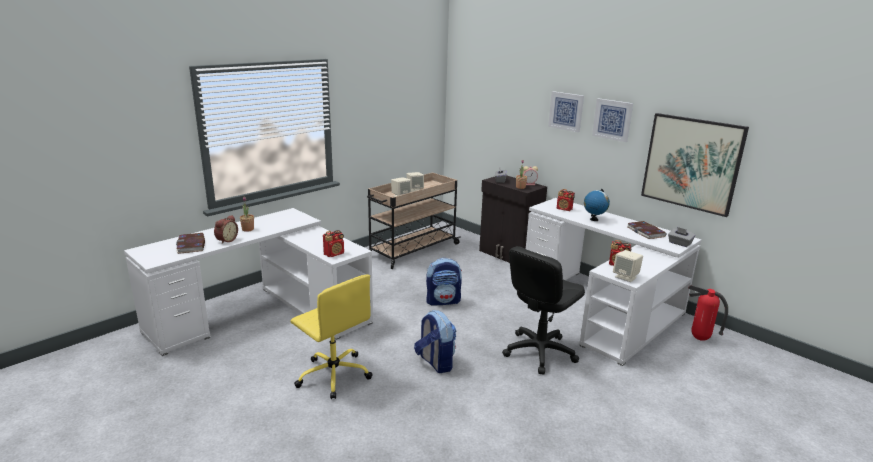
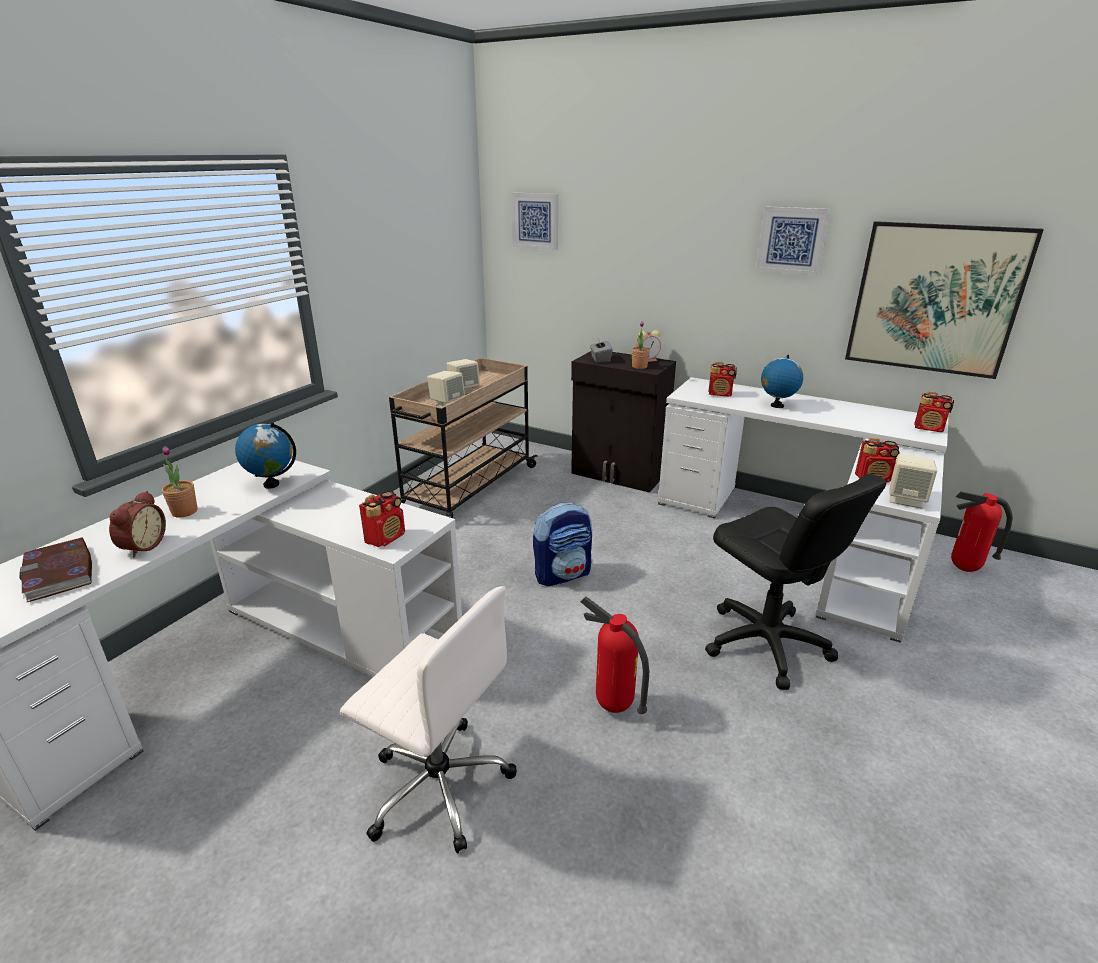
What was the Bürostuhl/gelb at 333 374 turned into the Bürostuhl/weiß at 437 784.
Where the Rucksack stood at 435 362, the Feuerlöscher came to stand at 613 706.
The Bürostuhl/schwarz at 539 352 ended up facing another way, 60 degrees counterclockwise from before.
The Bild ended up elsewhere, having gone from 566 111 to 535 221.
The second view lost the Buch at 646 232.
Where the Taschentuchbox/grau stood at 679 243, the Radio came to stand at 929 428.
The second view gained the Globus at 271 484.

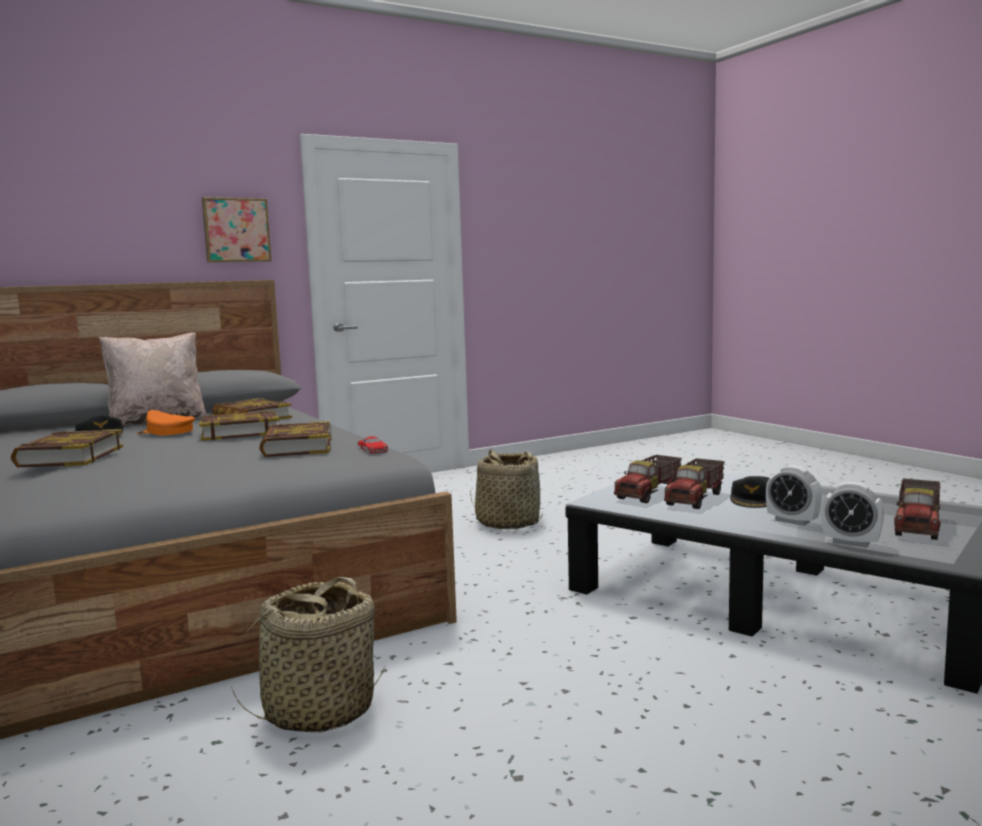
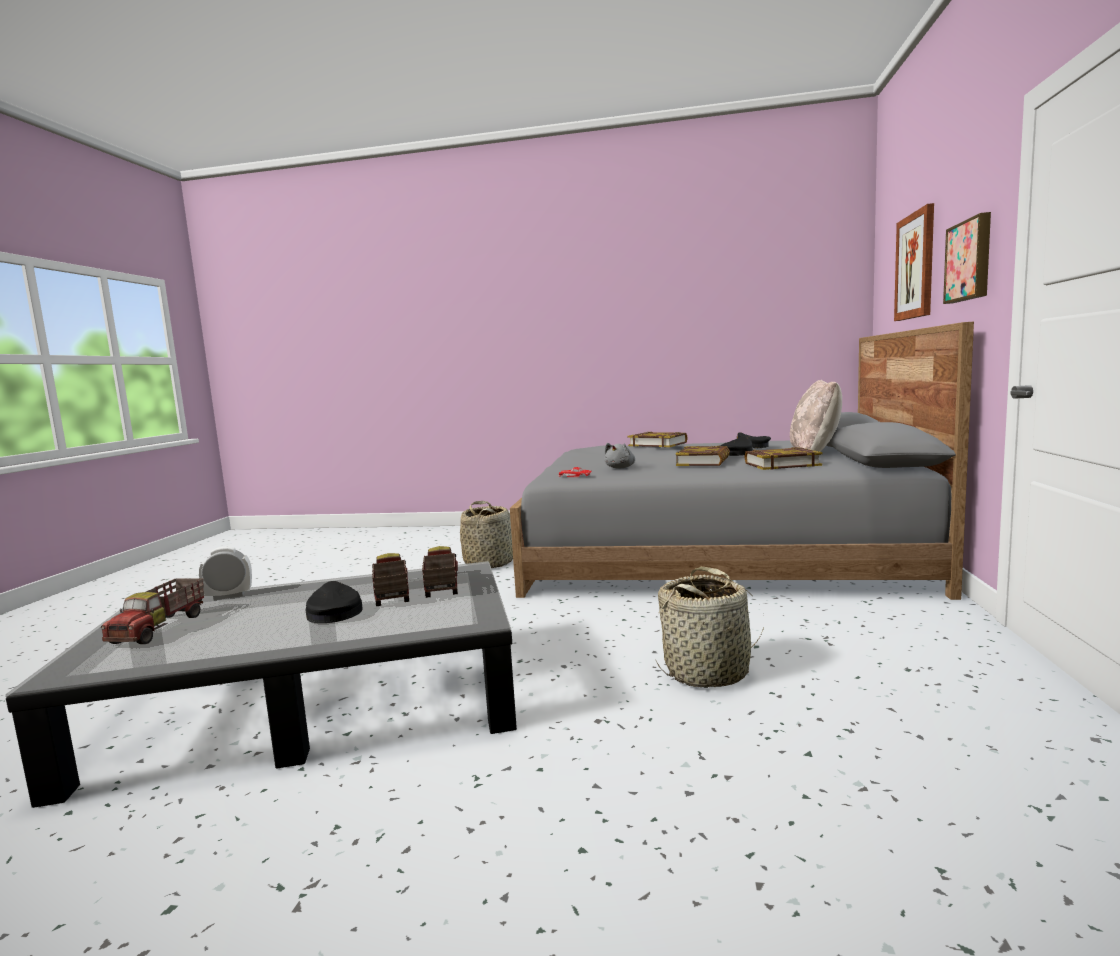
What was the Kappe/orange at 166 432 turned into the Kappe/schwarz at 737 453.
Where the Buch stood at 297 447, the Plüschtier/grau came to stand at 620 468.
The second view lost the Wecker at 792 521.
The Spielzeuglaster at 918 527 ended up facing another way, 150 degrees counterclockwise from before.
The second view gained the Bild at 915 266.

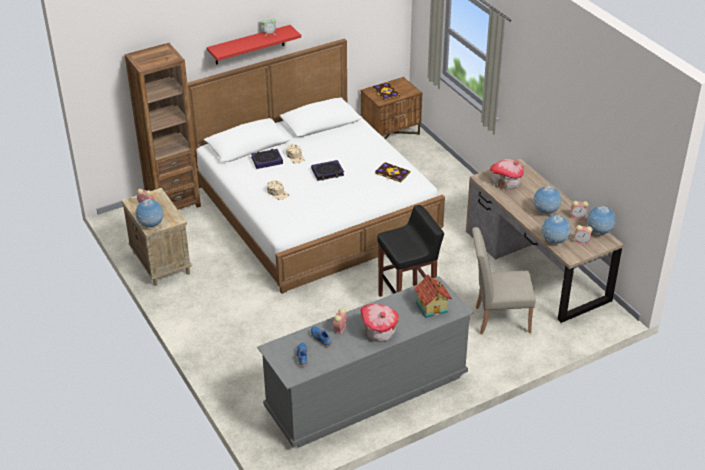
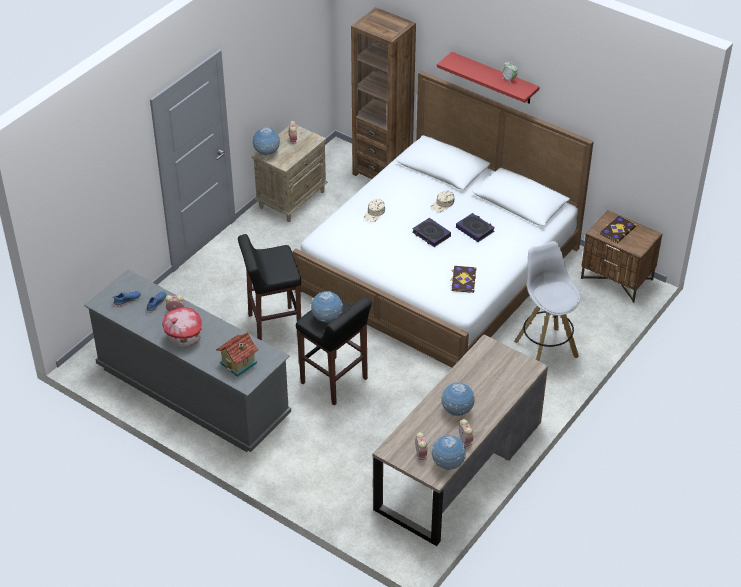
The Buch ended up elsewhere, having gone from 267 160 to 475 229.
The second view lost the Stuhl/beige at 497 319.
The second view lost the Spielzeughaus at 506 183.
The Globus ended up elsewhere, having gone from 554 241 to 327 319.
The second view gained the Hocker/schwarz at 273 327.
The second view gained the Hocker/weiß at 545 348.

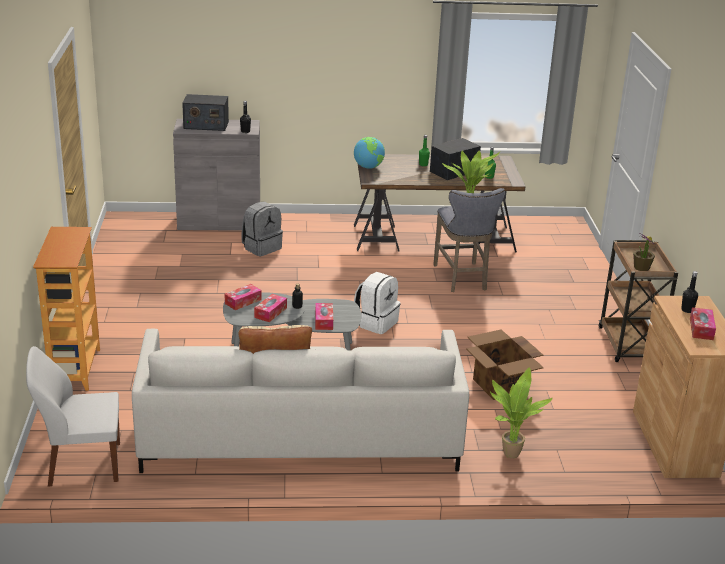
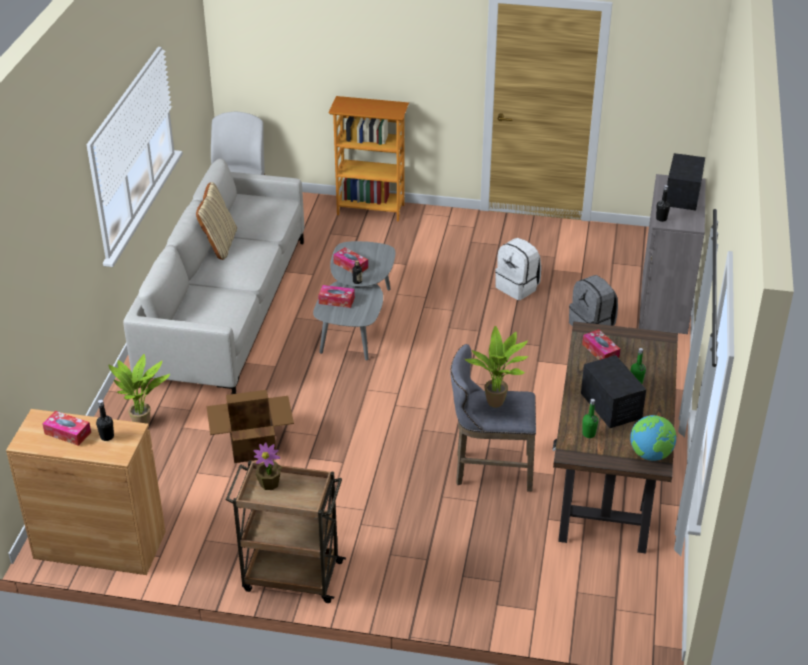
The Taschentuchbox ended up elsewhere, having gone from 243 301 to 600 351.
The Globus ended up elsewhere, having gone from 368 167 to 651 455.
The Rucksack/weiß ended up elsewhere, having gone from 376 323 to 518 287.

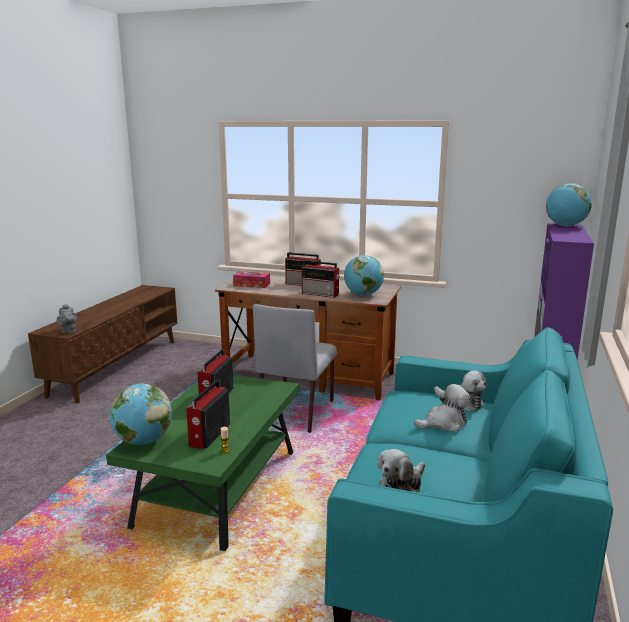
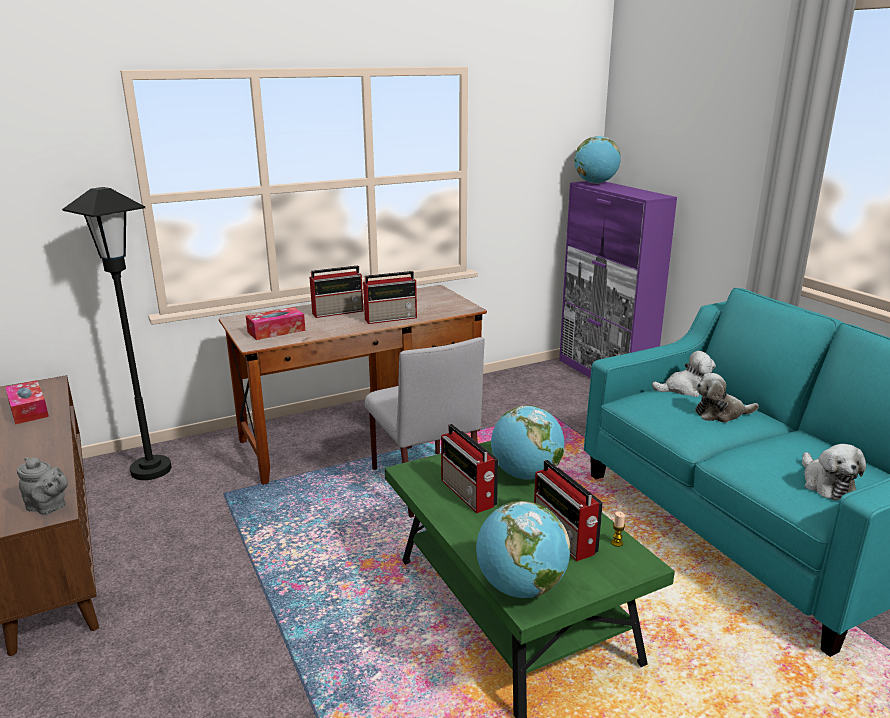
The Globus ended up elsewhere, having gone from 363 295 to 526 475.
The Plüschtier at 444 423 ended up facing another way, 120 degrees counterclockwise from before.
The second view gained the Taschentuchbox at 28 410.
The second view gained the Stehlampe/schwarz at 151 470.

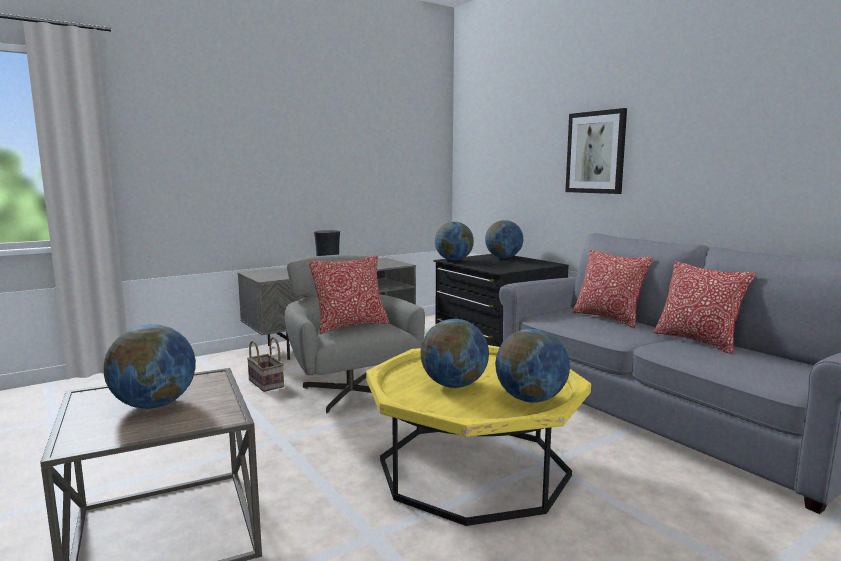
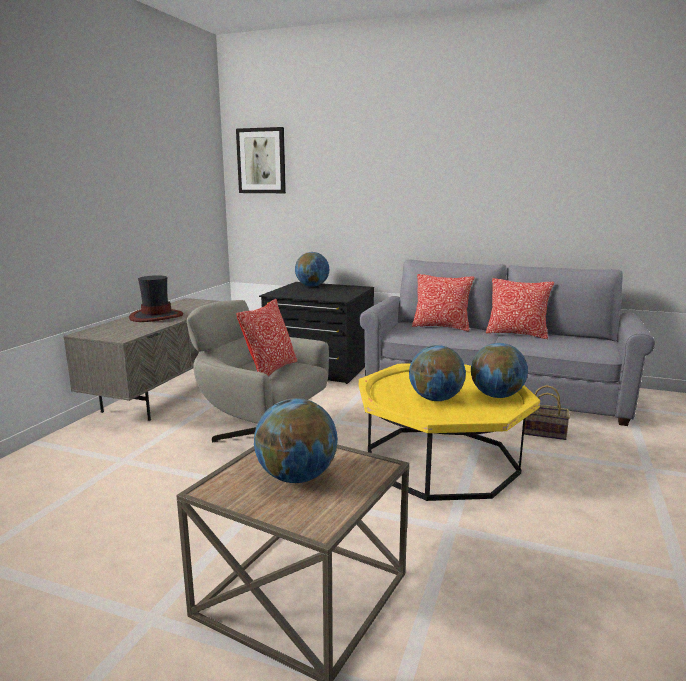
The Korb ended up elsewhere, having gone from 267 383 to 545 432.
The second view lost the Globus at 453 260.
The Bild ended up elsewhere, having gone from 596 152 to 261 161.

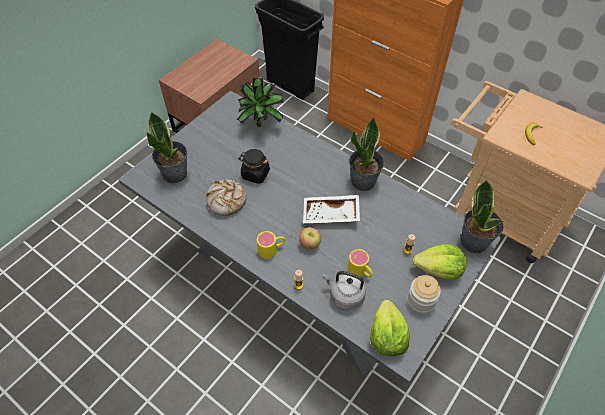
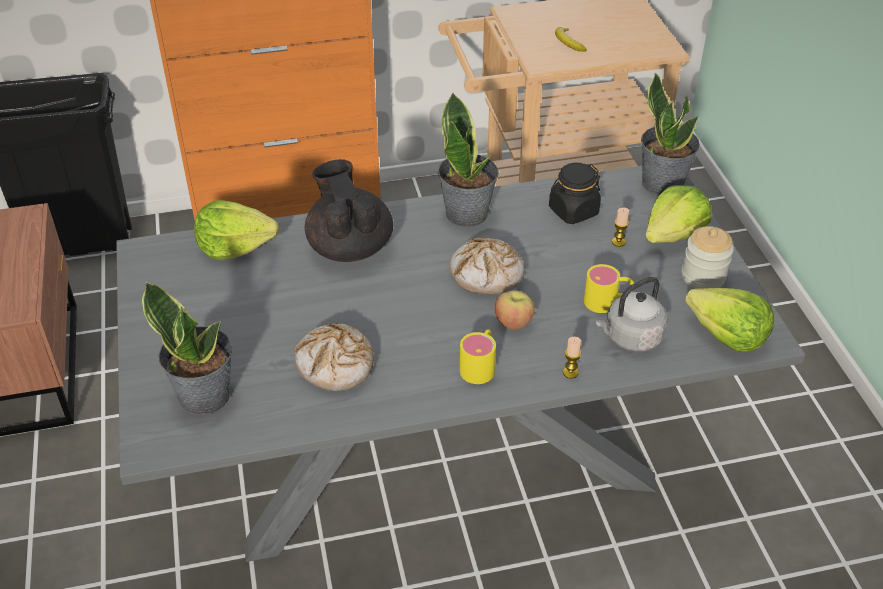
Where the Topfpflanze stood at 262 124, the Salatkopf came to stand at 235 246.
The Vorratsglas/schwarz ended up elsewhere, having gone from 255 174 to 573 211.
Where the Tablett/weiß stood at 330 215, the Brot came to stand at 487 274.
The second view gained the Teekanne/schwarz at 349 246.

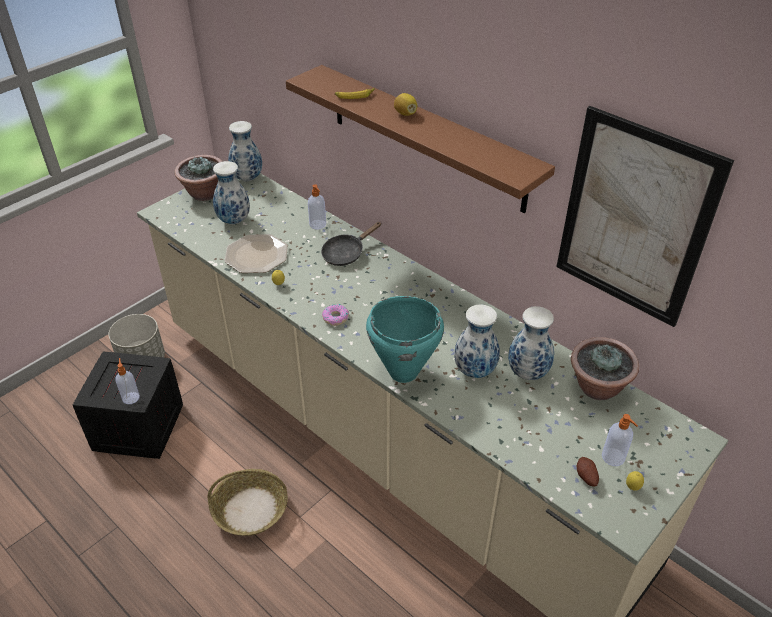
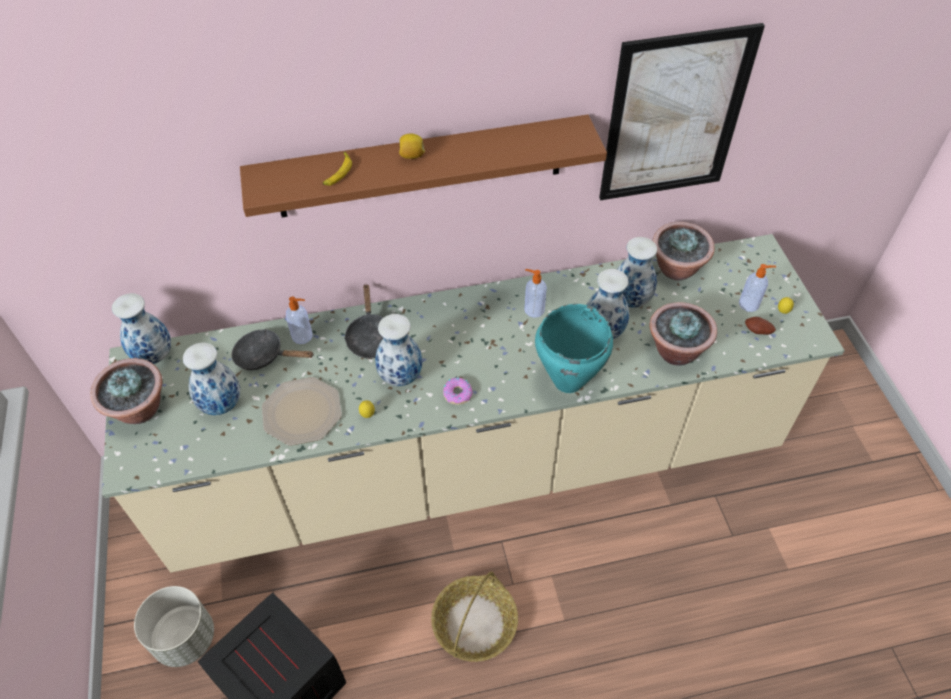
The Seifenspender ended up elsewhere, having gone from 131 397 to 533 309.
The second view gained the Pfanne/schwarz at 264 356.
The second view gained the Vase at 401 377.
The second view gained the Topfpflanze at 675 351.

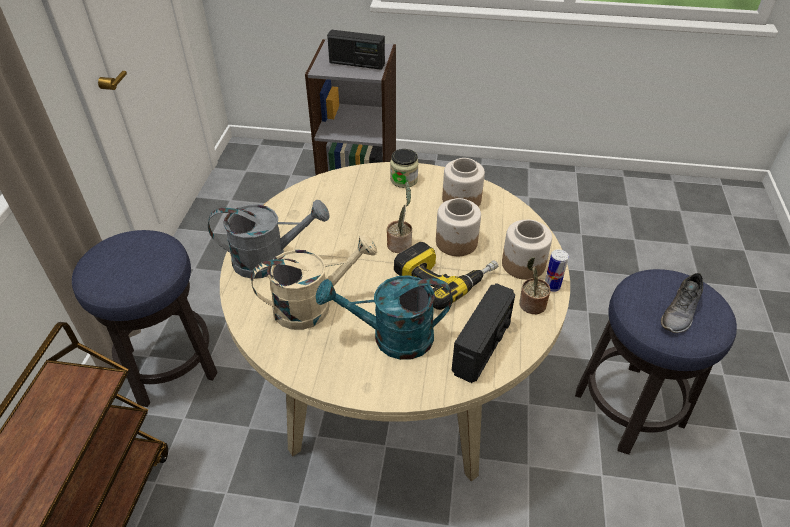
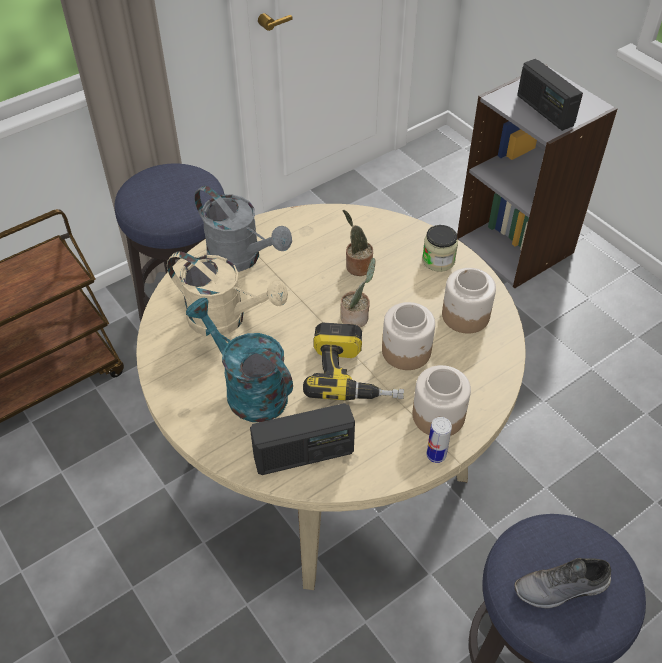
The Topfpflanze ended up elsewhere, having gone from 531 305 to 357 266.

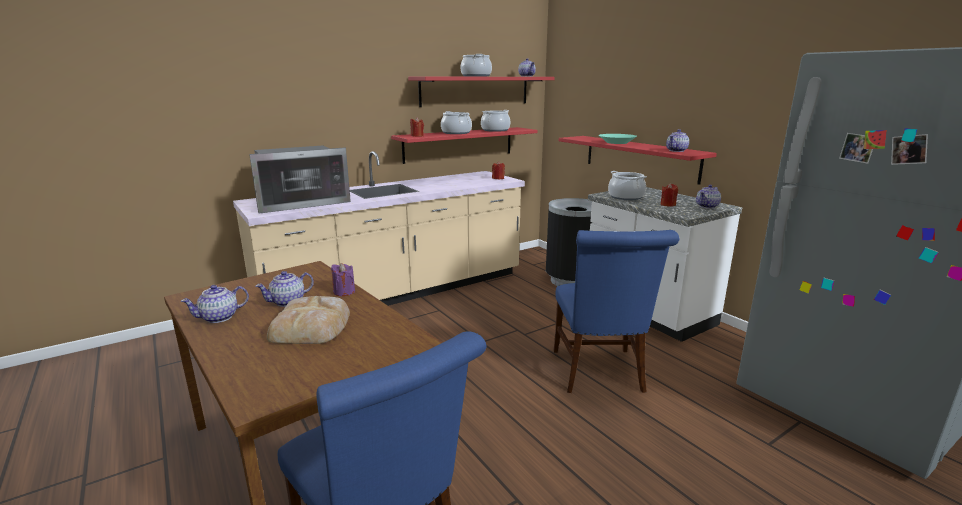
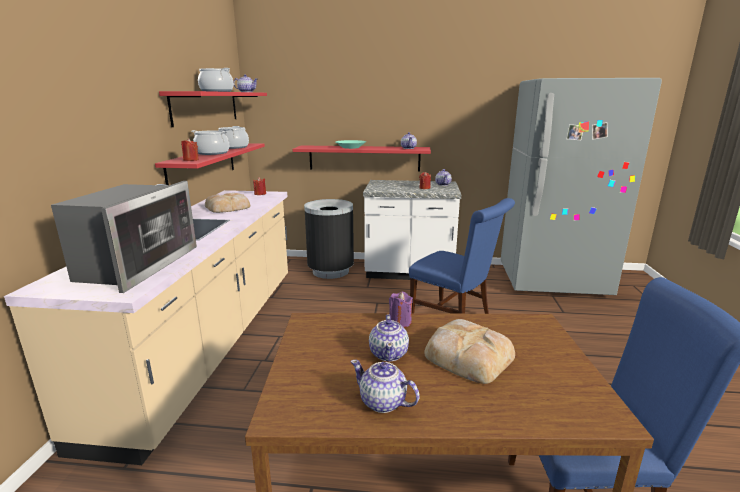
The Teekanne at 220 317 ended up facing another way, 120 degrees clockwise from before.
The second view lost the Kochtopf at 626 197.
The second view gained the Brot at 229 207.

